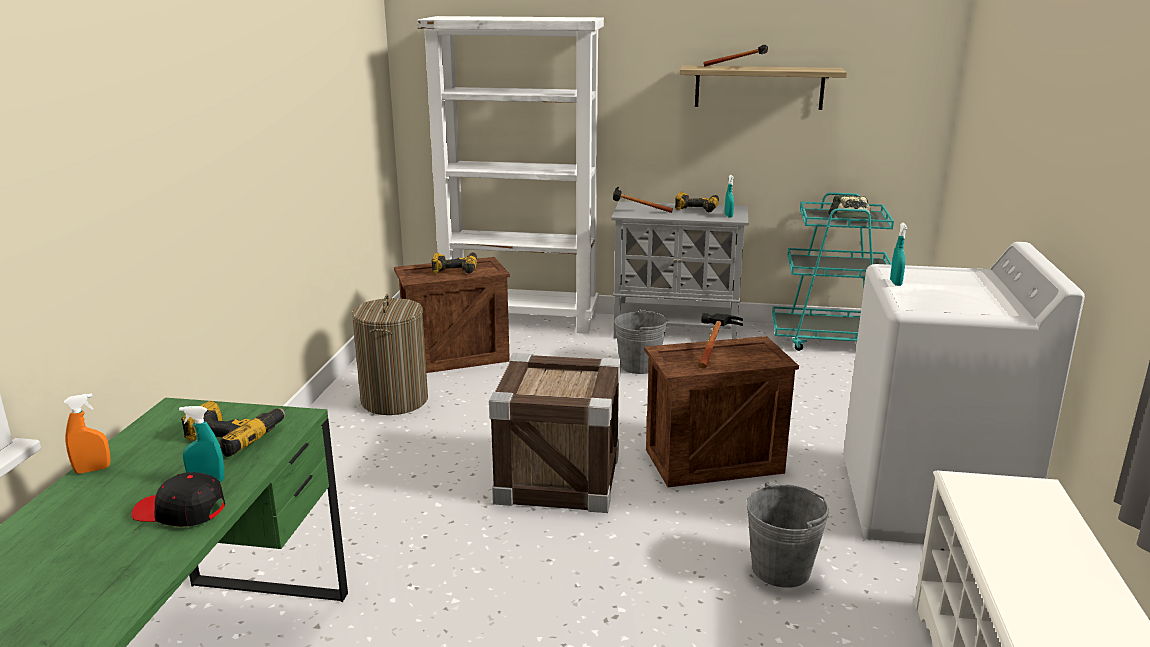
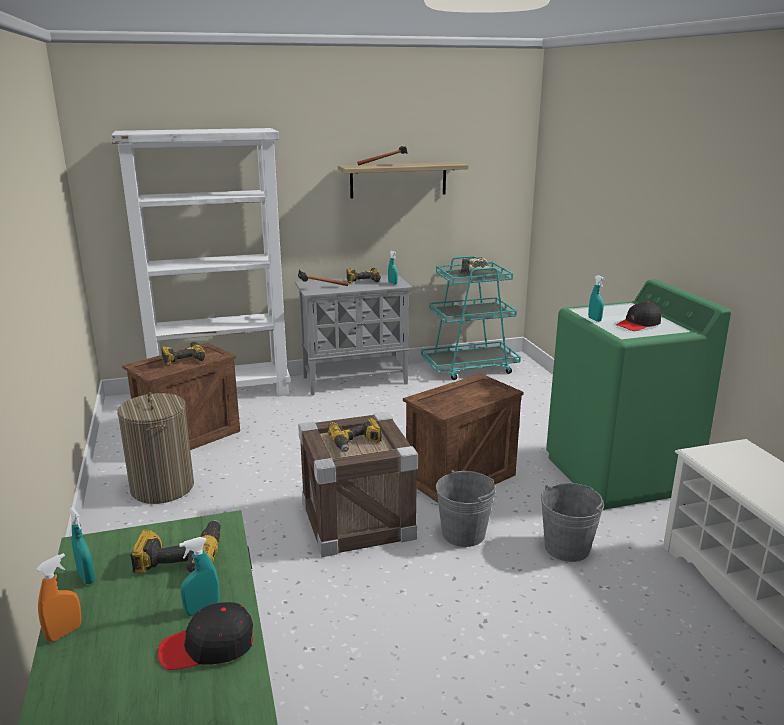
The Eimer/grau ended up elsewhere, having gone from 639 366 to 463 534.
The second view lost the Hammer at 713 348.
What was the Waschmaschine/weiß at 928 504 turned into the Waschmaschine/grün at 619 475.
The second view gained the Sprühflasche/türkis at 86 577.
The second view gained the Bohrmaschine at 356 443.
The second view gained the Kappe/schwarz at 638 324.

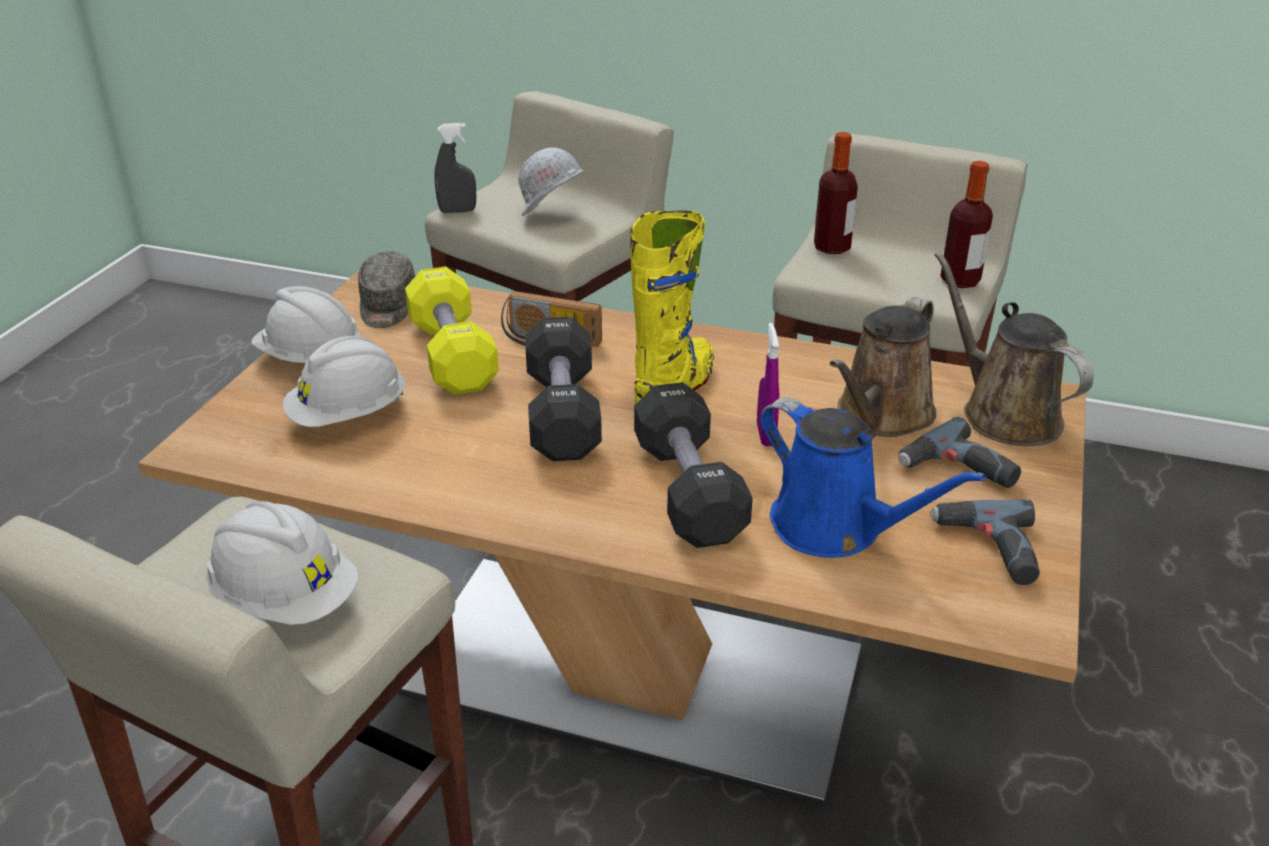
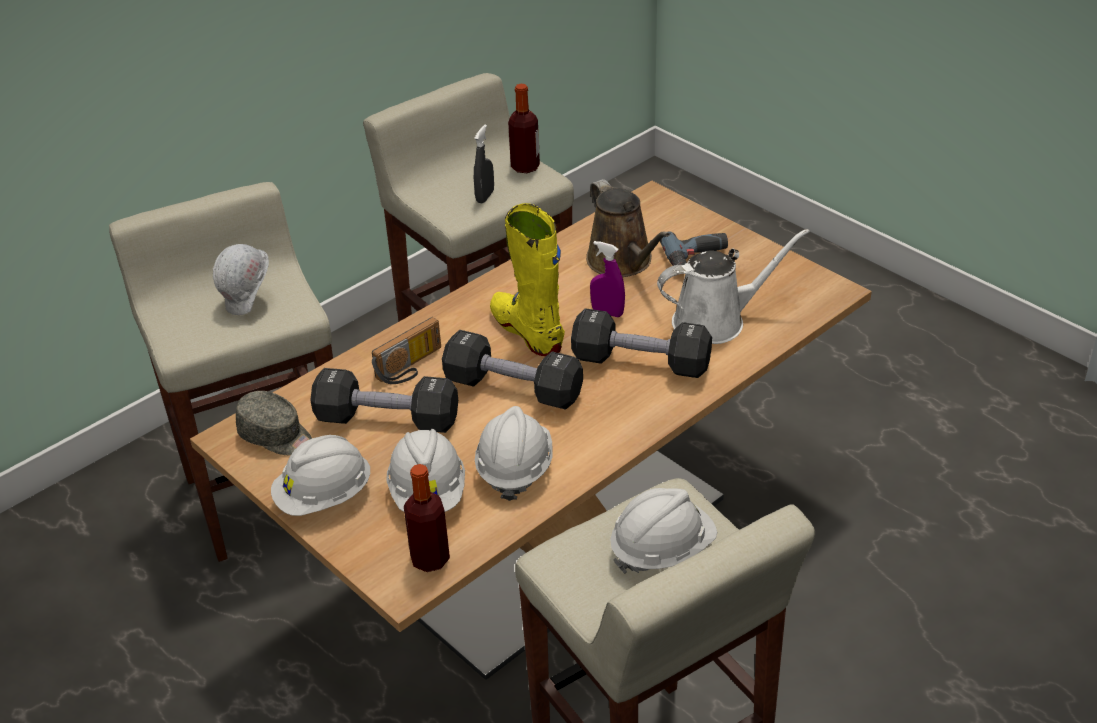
What was the Hantel/gelb at 452 355 turned into the Hantel/schwarz at 387 420.
The Sprühflasche/grau ended up elsewhere, having gone from 457 211 to 485 196.
What was the Gießkanne/blau at 835 527 turned into the Gießkanne/weiß at 715 321.
The Flasche ended up elsewhere, having gone from 832 247 to 430 559.
The second view lost the Bohrmaschine at 988 550.
The second view lost the Gießkanne/braun at 1004 413.
The second view gained the Schutzhelm/weiß at 514 469.

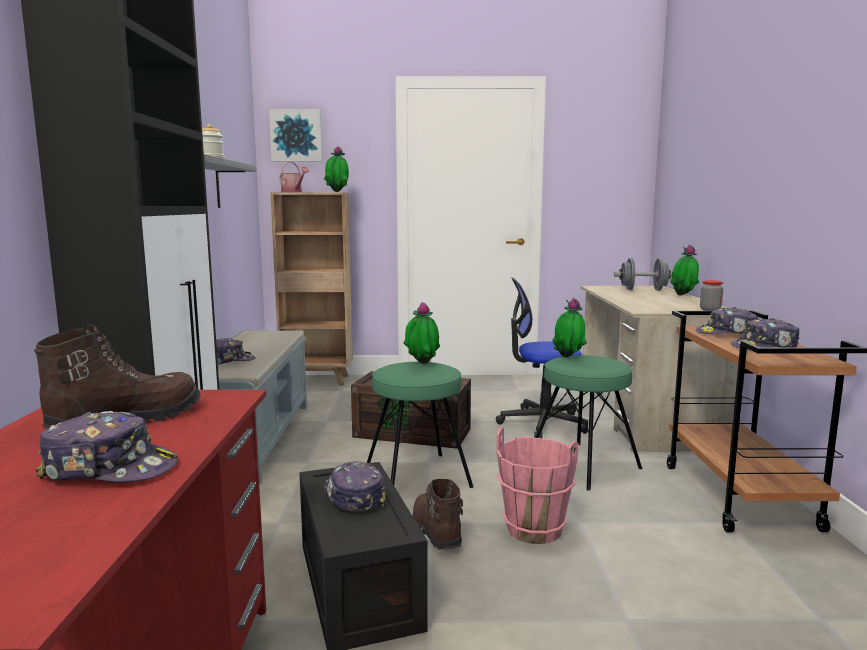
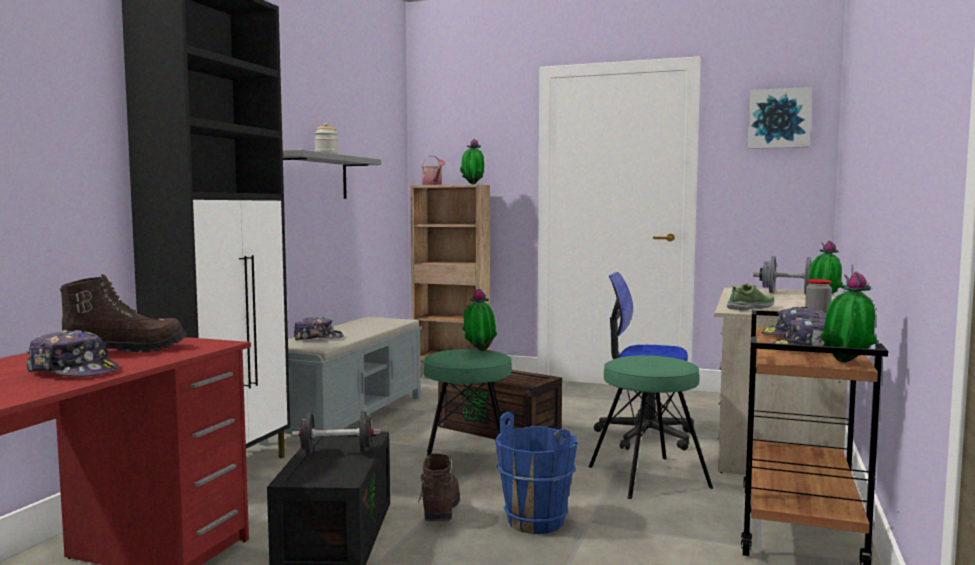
The Bild ended up elsewhere, having gone from 296 136 to 779 118.
Where the Kappe stood at 354 497, the Hantel/schwarz came to stand at 337 452.
What was the Eimer/rosa at 534 529 turned into the Eimer/blau at 536 521.
The Topfpflanze ended up elsewhere, having gone from 568 358 to 846 364.
The second view gained the Schuh at 751 308.

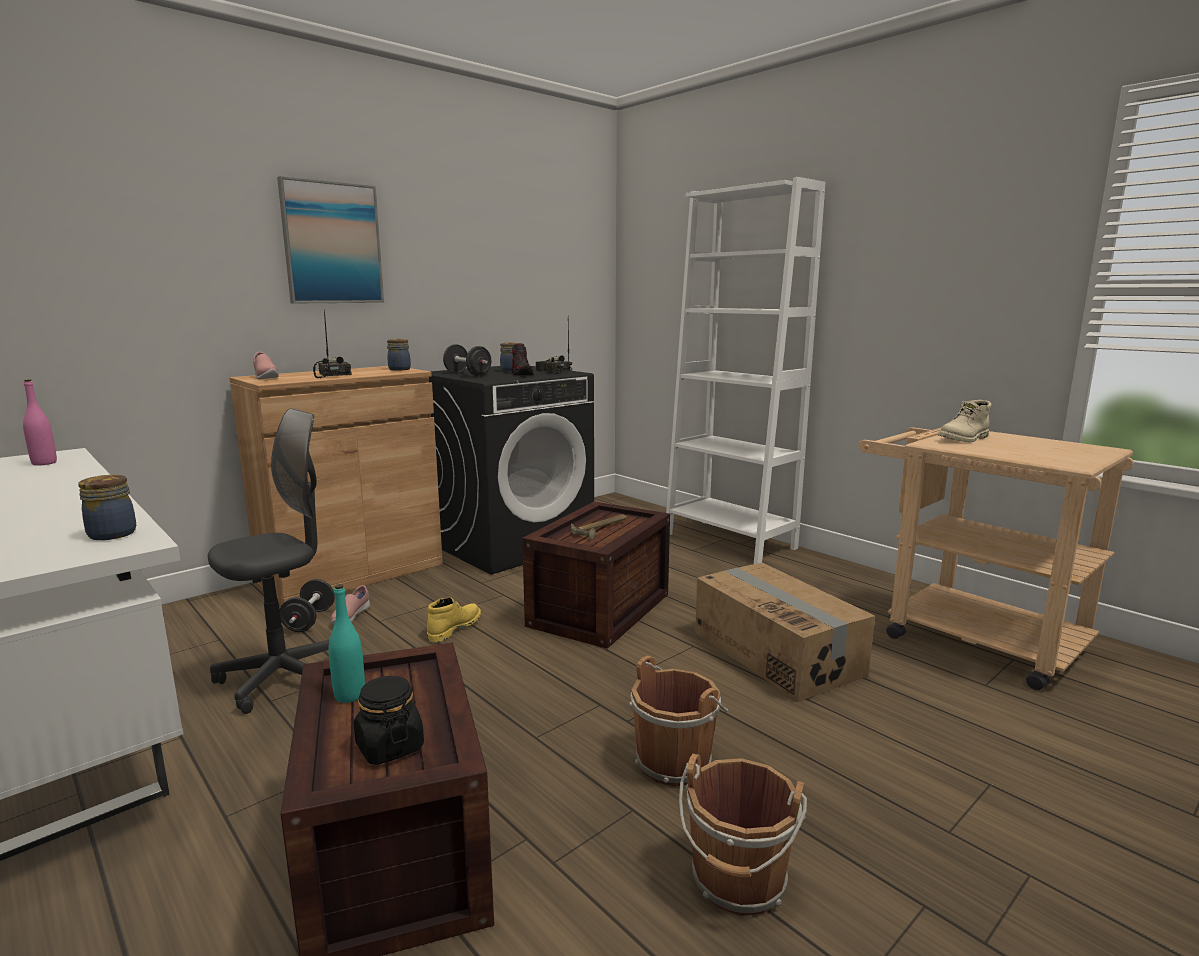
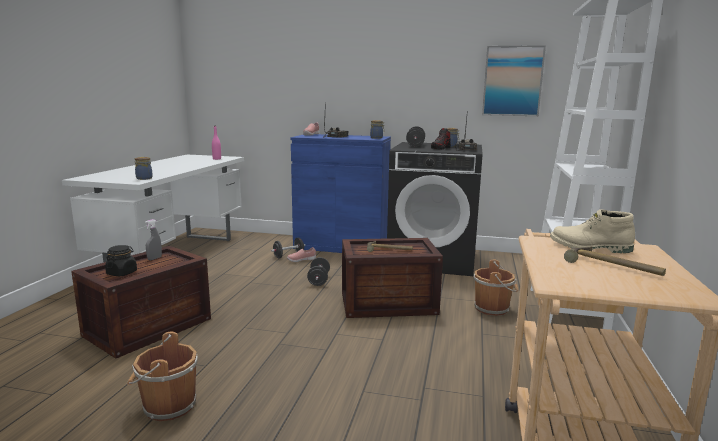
The second view lost the Bürostuhl/grau at 284 678.
What was the Schrank/braun at 352 573 turned into the Schrank/blau at 341 246.
The Bild ended up elsewhere, having gone from 332 243 to 512 81.
Where the Flasche/türkis stood at 349 695, the Sprühflasche/grau came to stand at 154 258.
Where the Stiefel/gelb stood at 454 628, the Hantel/schwarz came to stand at 318 280.
The Eimer/braun ended up elsewhere, having gone from 675 760 to 493 308.
The second view lost the Karton at 777 652.
The second view gained the Hammer at 612 267.

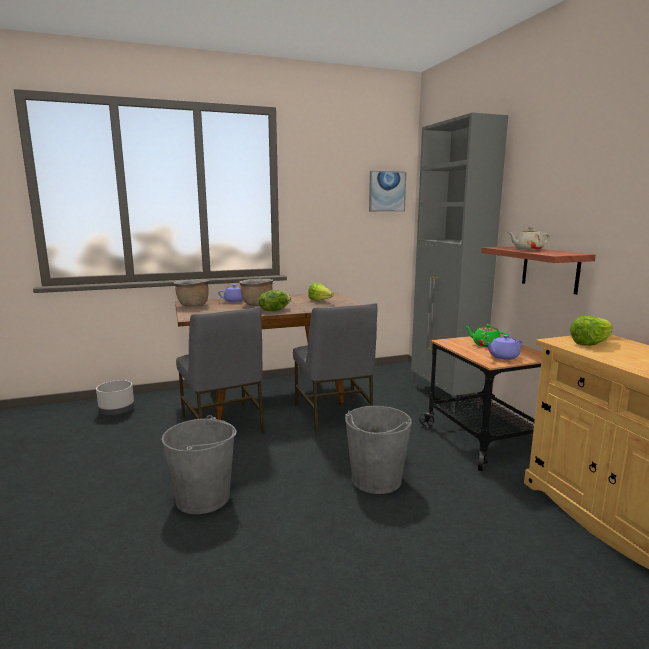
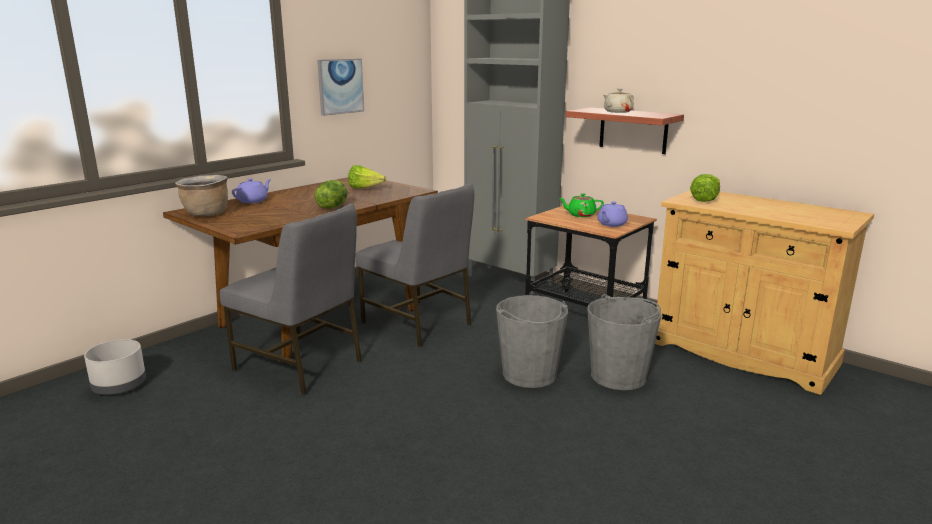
The Eimer/grau ended up elsewhere, having gone from 203 497 to 619 376.
The second view lost the Kochtopf/braun at 257 305.
The Bild ended up elsewhere, having gone from 387 191 to 340 86.

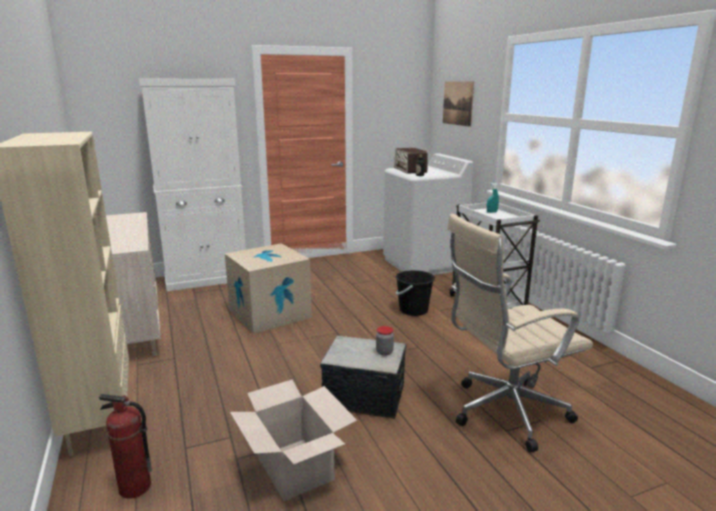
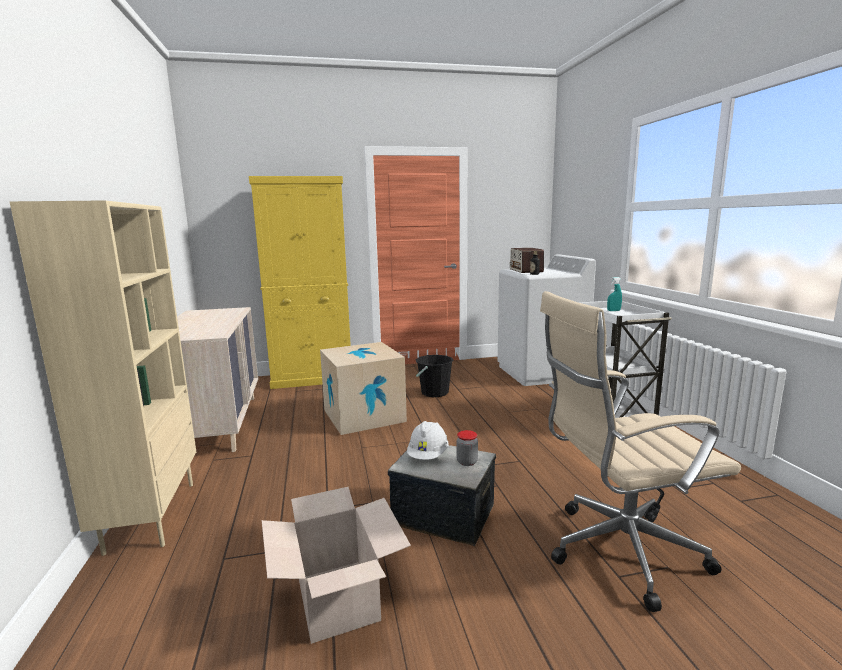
The second view lost the Feuerlöscher at 134 488.
What was the Schrank/weiß at 207 279 turned into the Schrank/gelb at 313 379.
The Eimer/schwarz ended up elsewhere, having gone from 413 310 to 434 393.
The second view lost the Bild at 457 103.
The second view gained the Schutzhelm/weiß at 428 456.

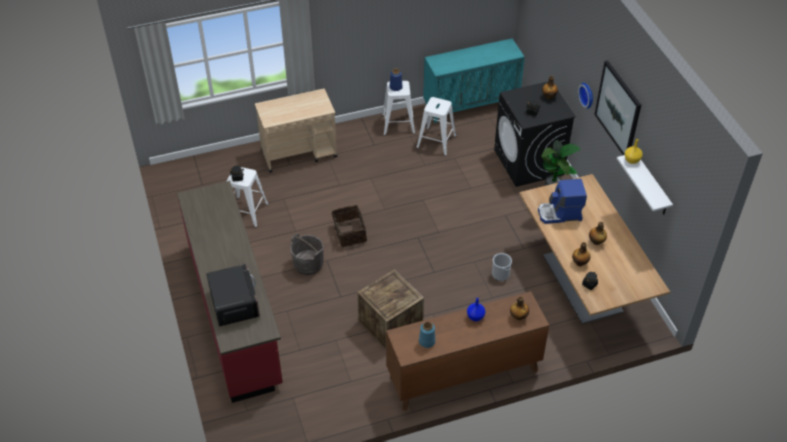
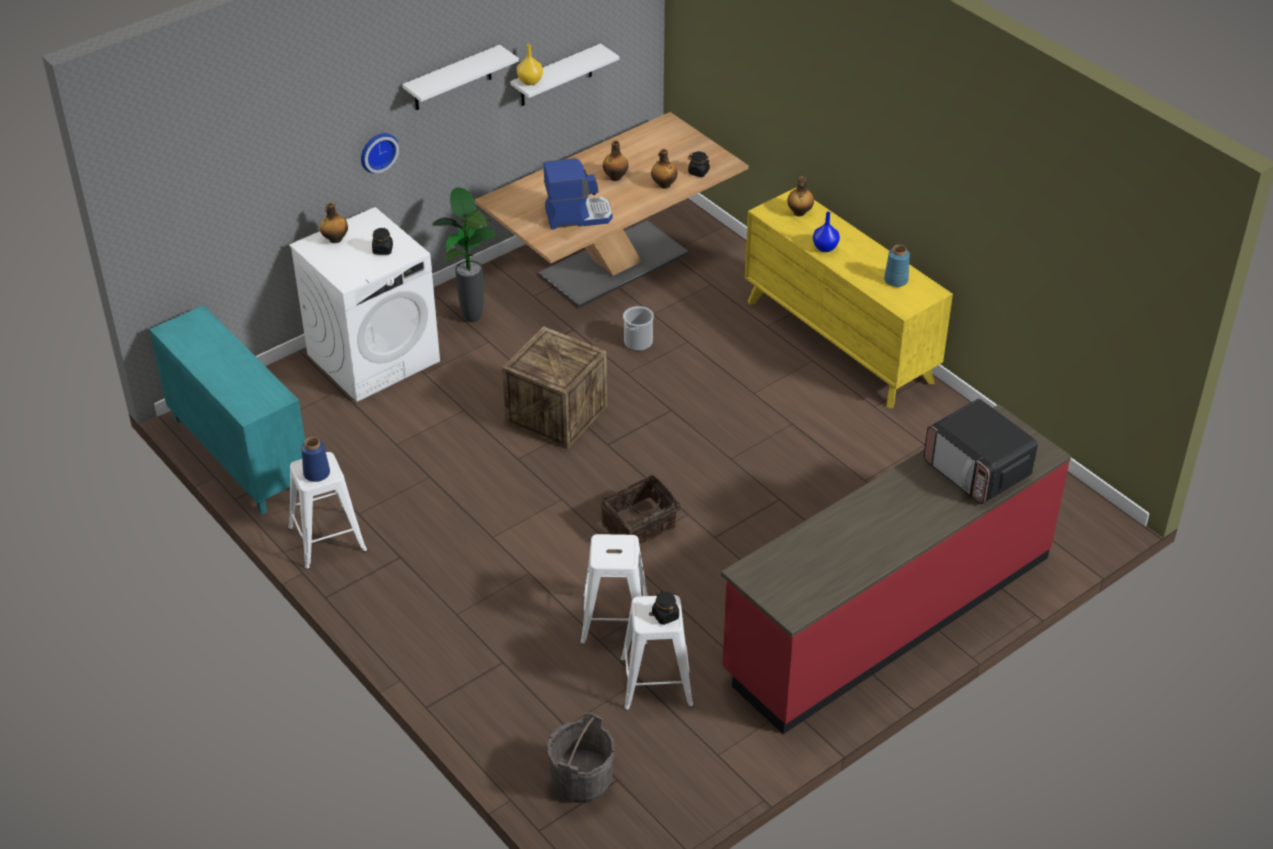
The Mikrowelle at 234 304 ended up facing another way, 90 degrees counterclockwise from before.
The second view lost the Rollwagen/beige at 299 153.
The Eimer/grau ended up elsewhere, having gone from 308 264 to 582 780.
The Kiste ended up elsewhere, having gone from 390 323 to 556 415.
What was the Kommode/braun at 463 374 turned into the Kommode/gelb at 839 341.
The Hocker/weiß ended up elsewhere, having gone from 436 141 to 614 620.
What was the Waschmaschine/schwarz at 529 162 turned into the Waschmaschine/weiß at 374 357.
The Kaffeemaschine at 560 214 ended up facing another way, 75 degrees counterclockwise from before.
Where the Bild hung at 618 109, the Wandregal/weiß came to hang at 452 79.

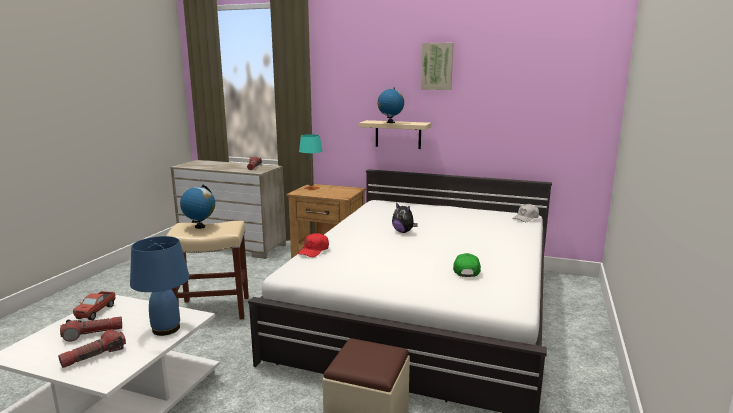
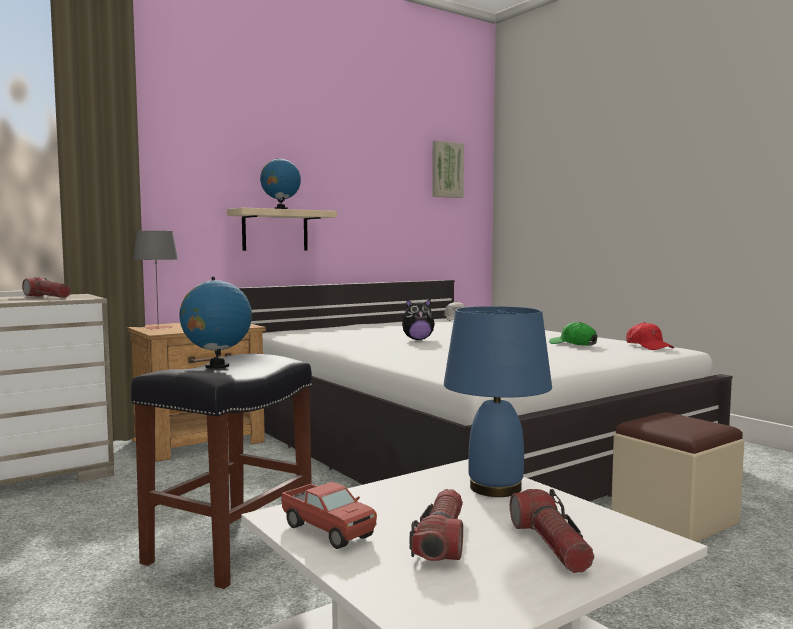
What was the Hocker/beige at 212 309 turned into the Hocker/schwarz at 230 548.
The Kappe/rot ended up elsewhere, having gone from 314 251 to 648 346.
What was the Tischlampe/türkis at 311 188 turned into the Tischlampe/grau at 158 327.
The Bild ended up elsewhere, having gone from 437 66 to 446 170.

